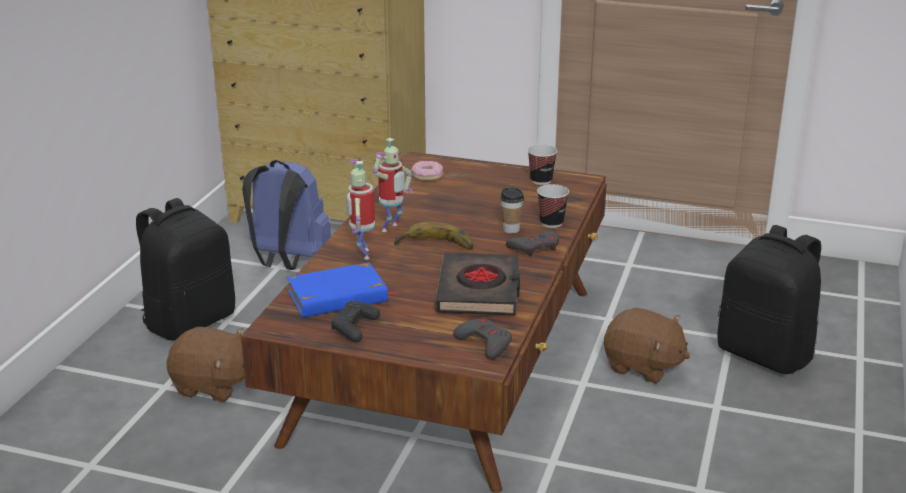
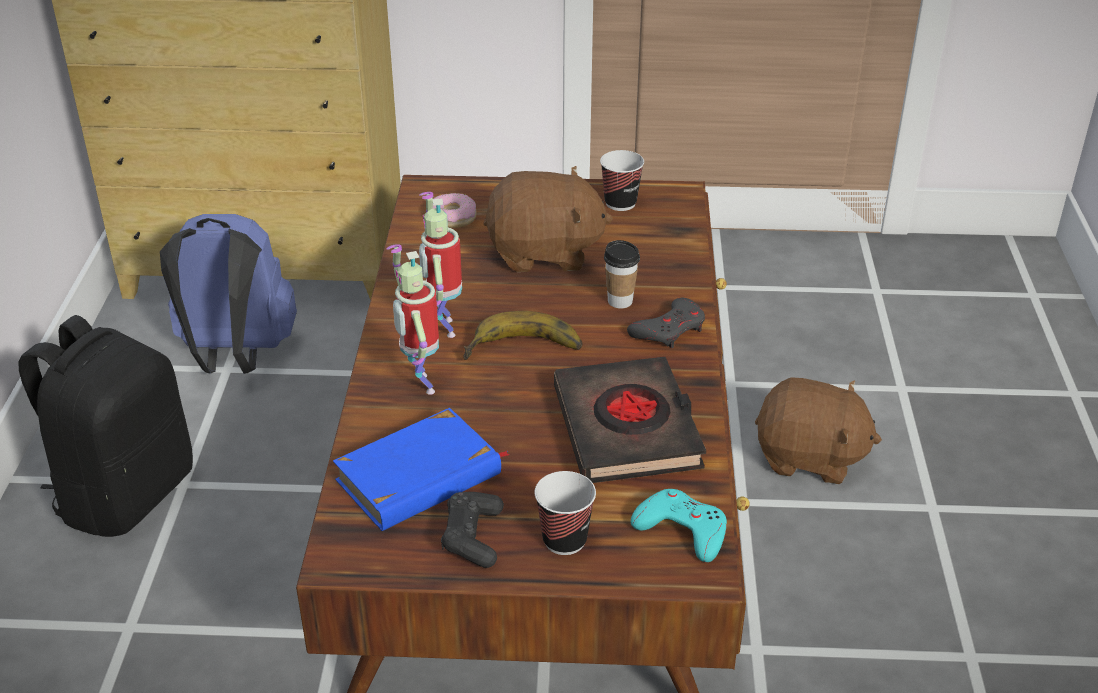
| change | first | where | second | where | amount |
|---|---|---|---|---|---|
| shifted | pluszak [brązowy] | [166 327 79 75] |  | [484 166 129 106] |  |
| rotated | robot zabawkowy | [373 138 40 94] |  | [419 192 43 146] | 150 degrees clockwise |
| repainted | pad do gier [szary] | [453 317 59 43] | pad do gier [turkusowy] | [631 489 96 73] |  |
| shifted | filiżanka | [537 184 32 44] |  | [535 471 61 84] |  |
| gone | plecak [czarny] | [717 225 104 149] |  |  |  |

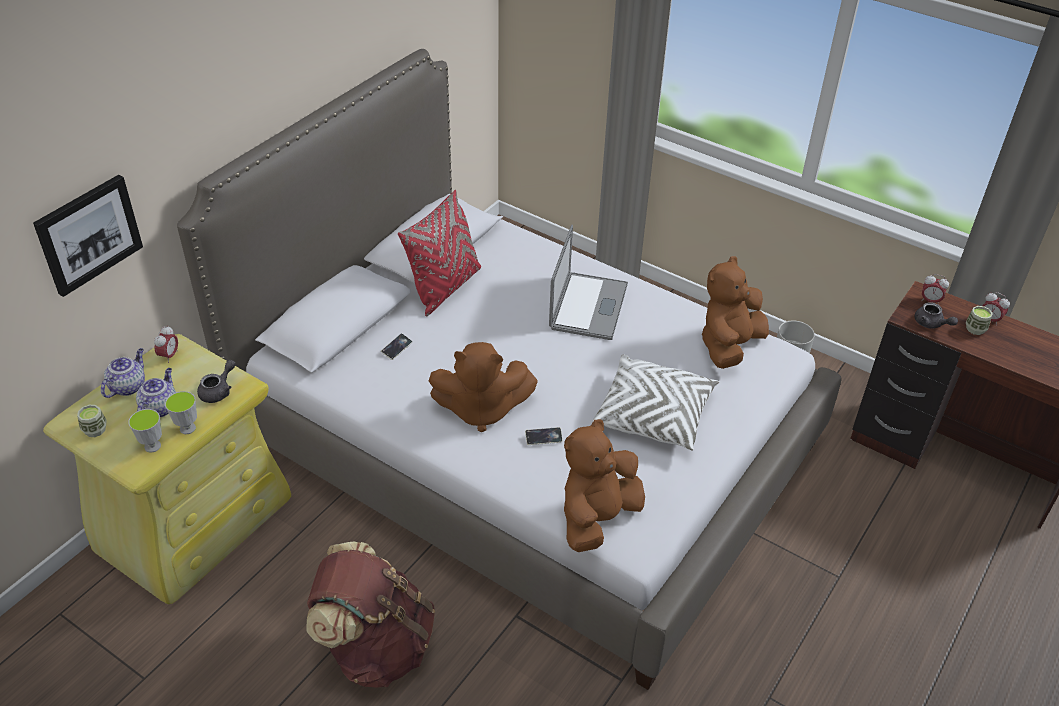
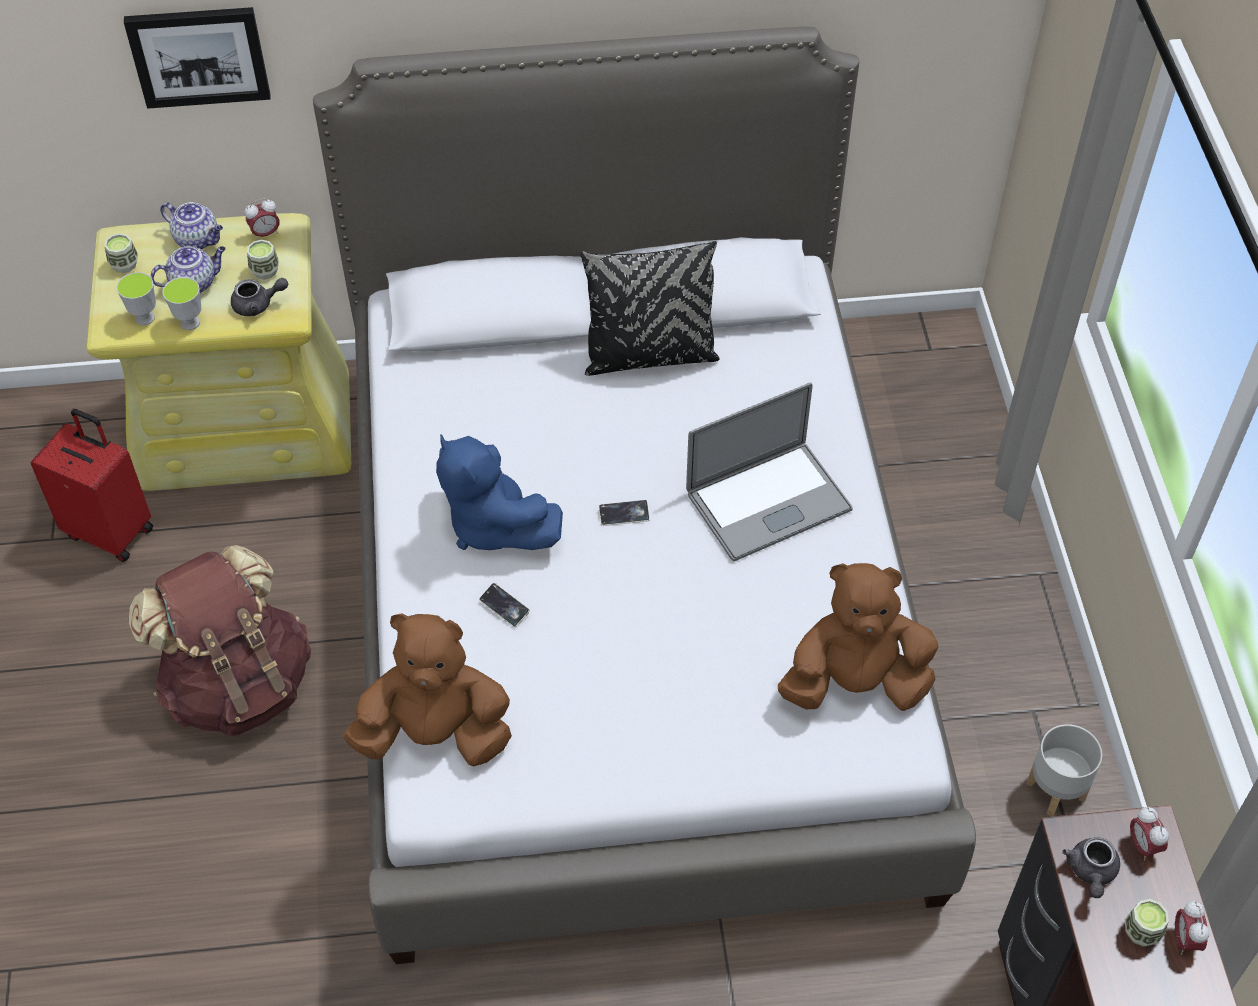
| change | first | where | second | where | amount |
|---|---|---|---|---|---|
| rotated | imbryk | [101 348 44 50] |  | [160 202 63 47] | 45 degrees clockwise |
| shifted | telefon | [381 333 32 27] |  | [599 500 51 26] |  |
| repainted | poduszka [czerwony] | [398 190 83 127] | poduszka [czarny] | [580 241 139 135] |  |
| repainted | pluszak [brązowy] | [429 342 109 90] | pluszak [niebieski] | [436 434 127 116] |  |
| gone | poduszka [biały] | [593 355 126 96] |  |  |  |
| new |  |  | walizka [czerwony] | [31 409 122 153] |  |
| new |  |  | filiżanka | [247 240 32 40] |  |

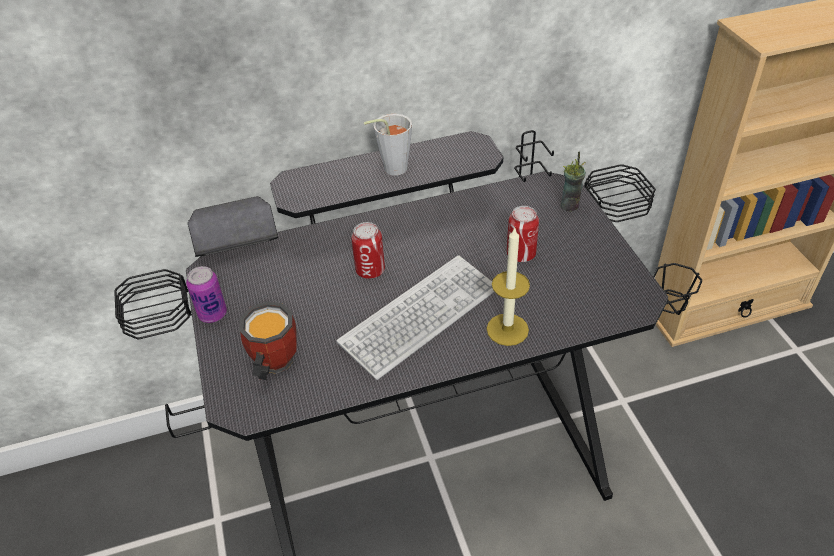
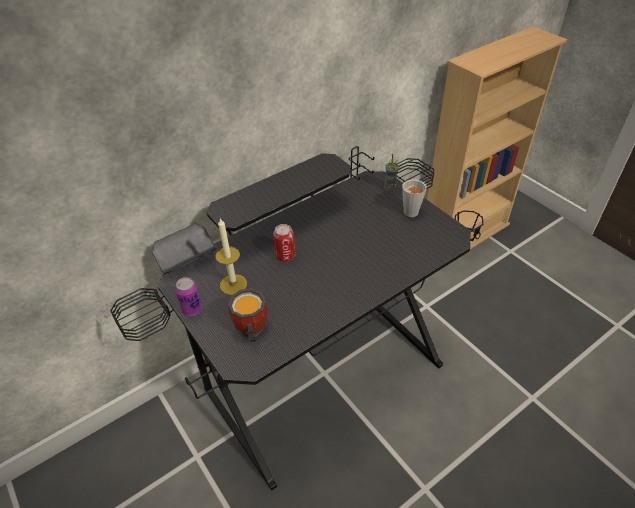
| change | first | where | second | where | amount |
|---|---|---|---|---|---|
| gone | klawiatura | [337 255 158 125] |  |  |  |
| shifted | filiżanka [szary] | [364 114 48 62] |  | [402 179 25 38] |  |
| shifted | świeca | [487 228 43 118] |  | [215 218 32 77] |  |
| gone | puszka | [507 206 32 56] |  |  |  |

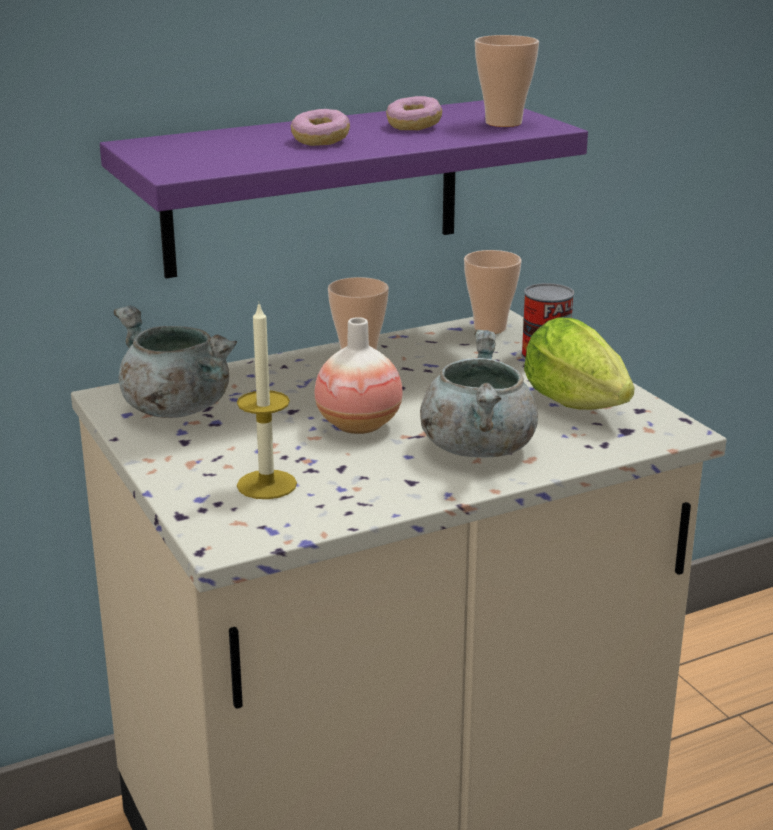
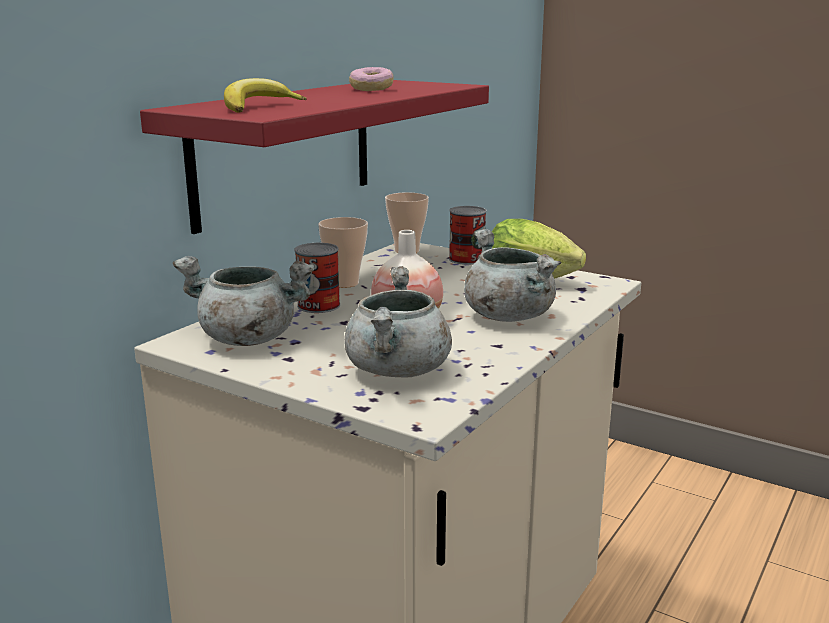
| change | first | where | second | where | amount |
|---|---|---|---|---|---|
| repainted | półka [fioletowy] | [100 100 488 178] | półka [czerwony] | [140 80 349 154] |  |
| swapped | świeca | [237 304 60 195] | garnek [szary] | [344 266 108 112] |  |
| gone | donut | [291 109 59 37] |  |  |  |
| gone | filiżanka | [475 35 64 92] |  |  |  |
| new |  |  | banan | [224 78 83 35] |  |
| new |  |  | puszka | [294 243 46 70] |  |

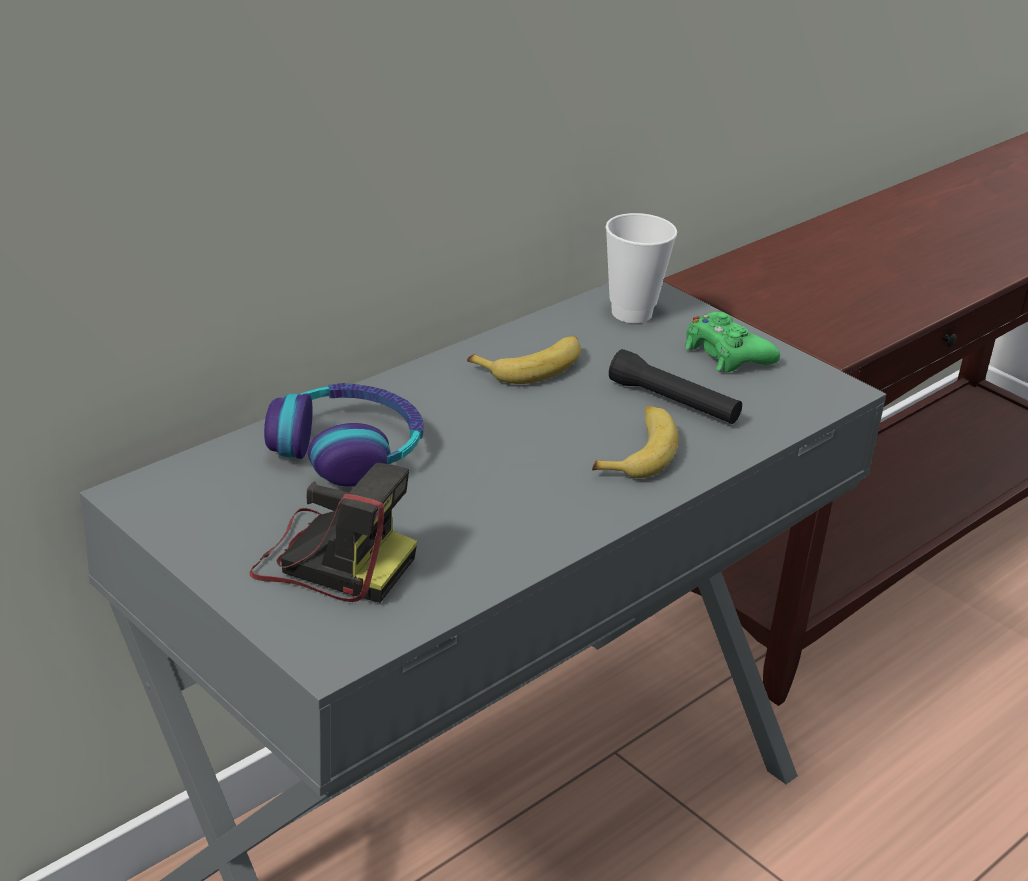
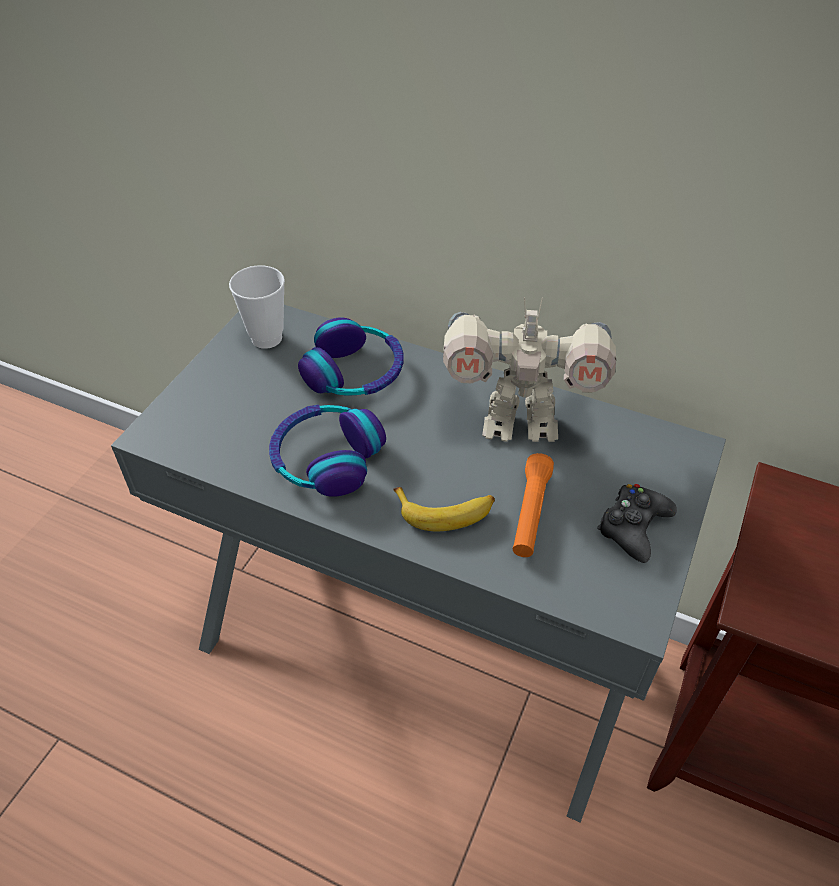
| change | first | where | second | where | amount |
|---|---|---|---|---|---|
| gone | aparat fotograficzny | [249 463 168 140] |  |  |  |
| swapped | banan | [467 336 114 48] | robot zabawkowy | [443 297 173 145] |  |
| shifted | filiżanka | [606 213 71 110] |  | [229 265 56 84] |  |
| repainted | latarka [czarny] | [609 349 133 75] | latarka [pomarańczowy] | [513 453 41 104] |  |
| repainted | pad do gier [zielony] | [684 312 96 60] | pad do gier [czarny] | [597 484 80 79] |  |
| new |  |  | słuchawki | [269 405 117 92] |  |

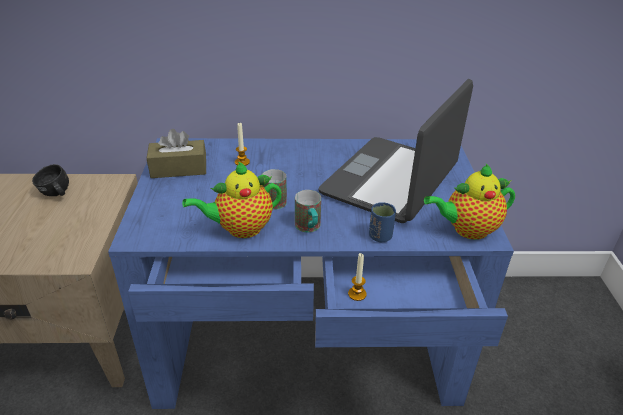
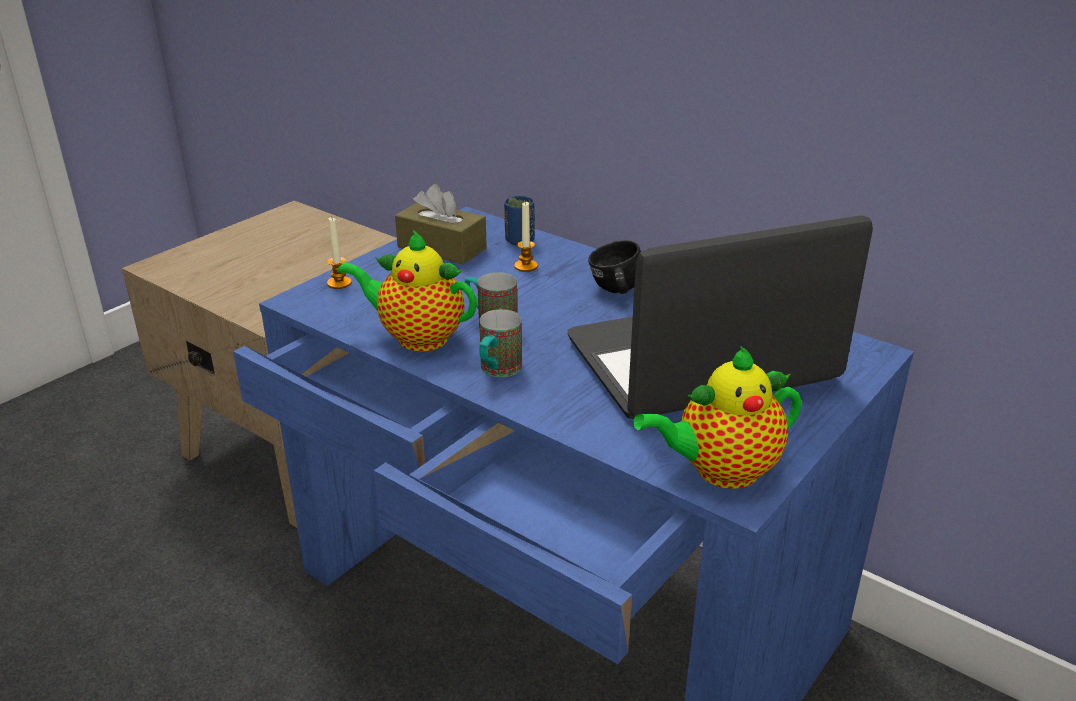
| change | first | where | second | where | amount |
|---|---|---|---|---|---|
| shifted | kubek [czarny] | [32 164 37 32] |  | [588 240 53 54] |  |
| shifted | świeca | [348 253 19 48] |  | [327 217 25 72] |  |
| shifted | filiżanka [niebieski] | [369 202 27 40] |  | [504 196 31 50] |  |
| rotated | imbryk | [424 164 91 76] |  | [633 346 168 143] | 45 degrees counterclockwise |

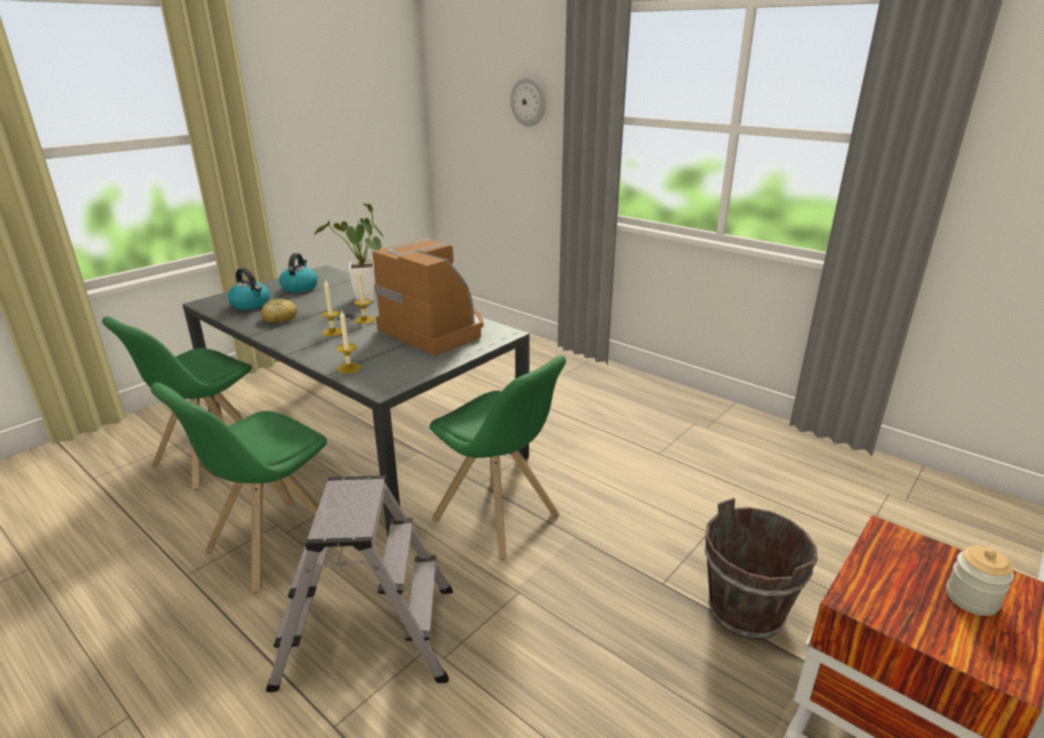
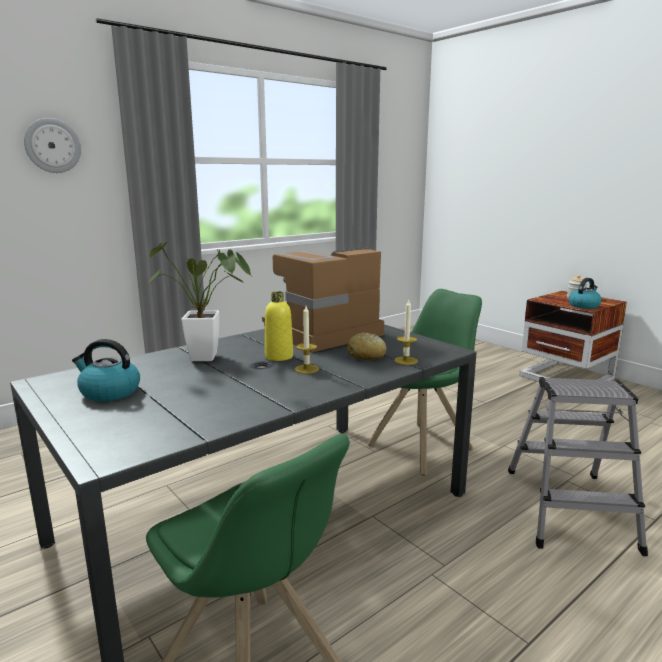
| change | first | where | second | where | amount |
|---|---|---|---|---|---|
| gone | krzesło [zielony] | [150 383 177 210] |  |  |  |
| shifted | czajnik | [228 268 42 42] |  | [568 278 34 31] |  |
| shifted | chleb | [261 299 36 24] |  | [347 332 39 28] |  |
| swapped | świeca | [354 270 21 54] | butelka [żółty] | [265 291 28 70] |  |
| gone | wiadro [brązowy] | [704 498 114 142] |  |  |  |

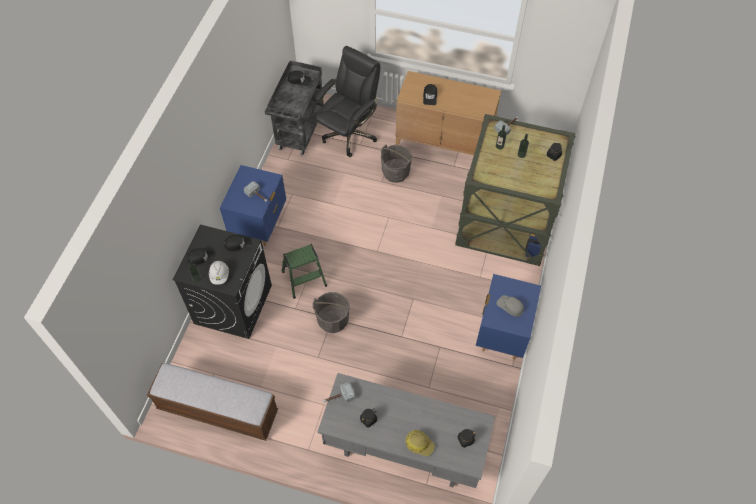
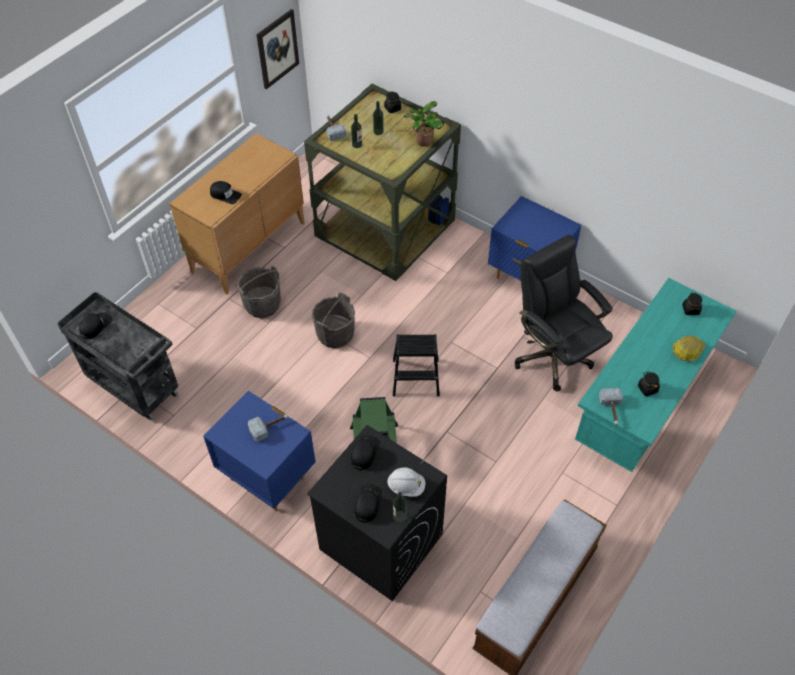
| change | first | where | second | where | amount |
|---|---|---|---|---|---|
| shifted | wiadro [szary] | [313 292 37 41] |  | [312 293 43 55] |  |
| shifted | krzesło biurowe [czarny] | [315 46 65 111] |  | [515 235 98 156] |  |
| repainted | biurko [szary] | [317 373 178 115] | biurko [turkusowy] | [575 278 161 194] |  |
| gone | czapka z daszkiem [szary] | [496 295 28 22] |  |  |  |
| new |  |  | obraz | [256 9 43 80] |  |
| new |  |  | drabinka [czarny] | [393 334 47 63] |  |
| new |  |  | roślina doniczkowa | [404 101 40 46] |  |

